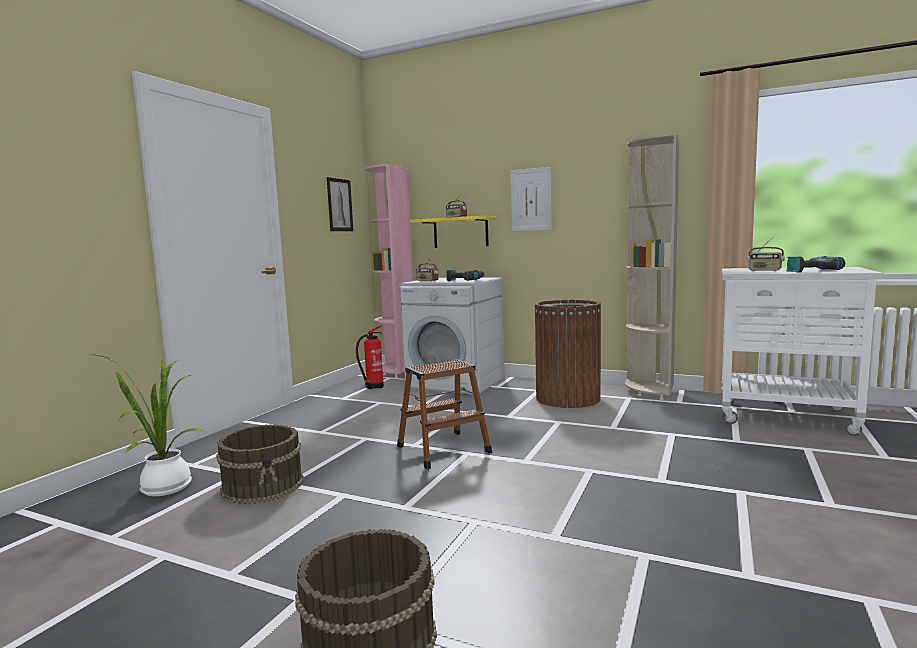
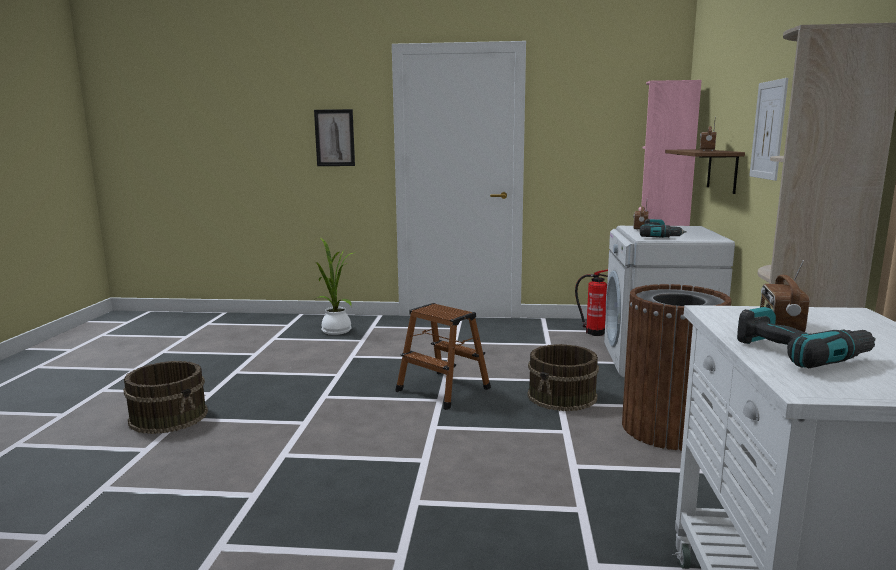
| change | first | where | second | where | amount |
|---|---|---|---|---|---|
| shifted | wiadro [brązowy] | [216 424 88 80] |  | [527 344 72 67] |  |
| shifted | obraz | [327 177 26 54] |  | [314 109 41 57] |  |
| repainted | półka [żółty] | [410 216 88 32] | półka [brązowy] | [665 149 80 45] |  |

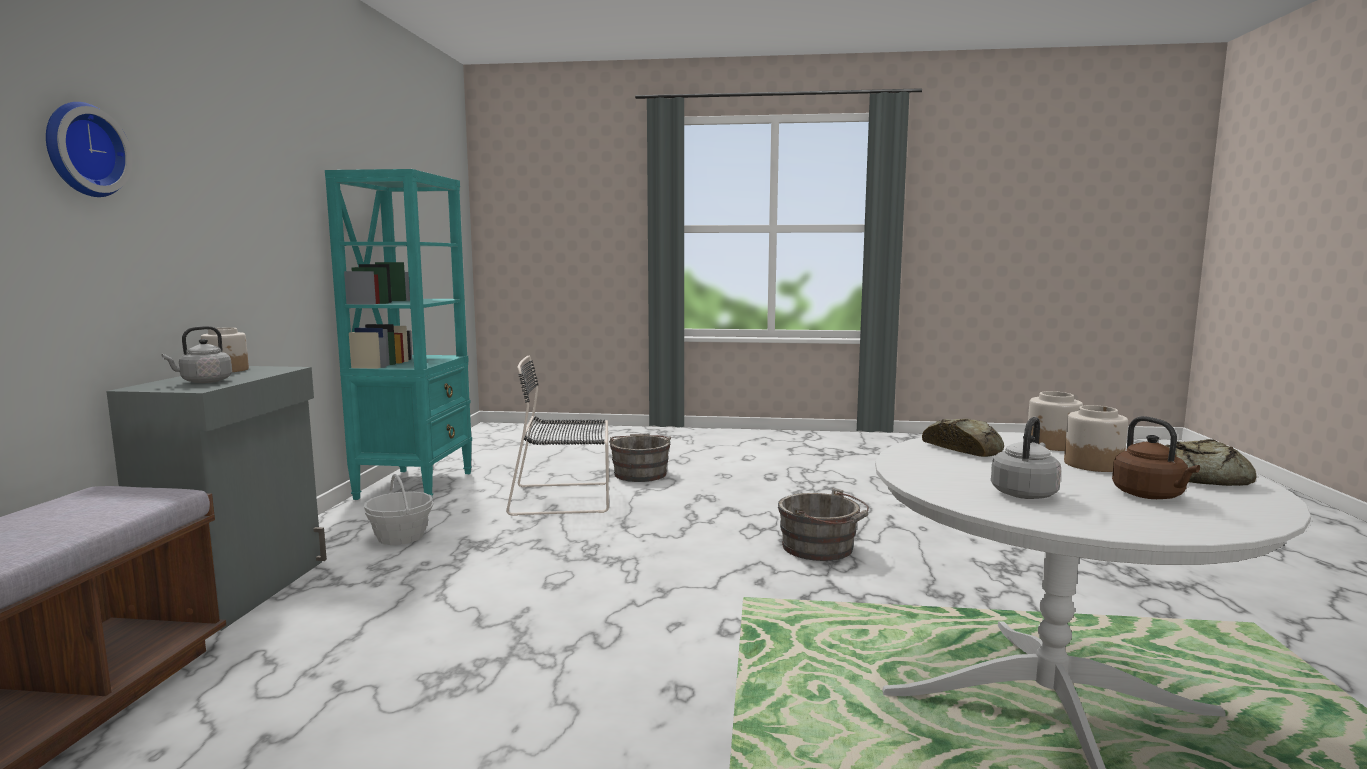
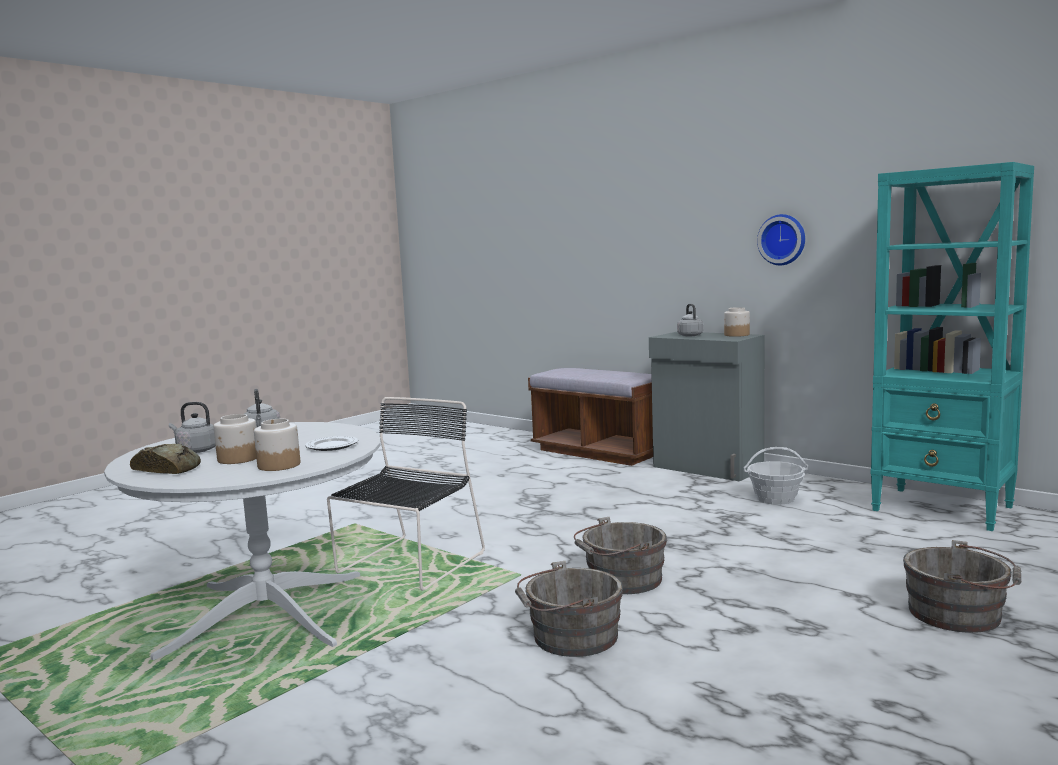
| change | first | where | second | where | amount |
|---|---|---|---|---|---|
| shifted | zegar ścienny | [46 102 86 95] |  | [757 214 48 51] |  |
| shifted | krzesło [czarny] | [506 356 103 160] |  | [327 397 158 194] |  |
| swapped | chleb | [922 419 82 38] | talerz | [305 436 53 15] |  |
| repainted | czajnik [brązowy] | [1112 416 88 83] | czajnik [szary] | [169 402 47 51] |  |
| new |  |  | wiadro [szary] | [574 517 93 77] |  |

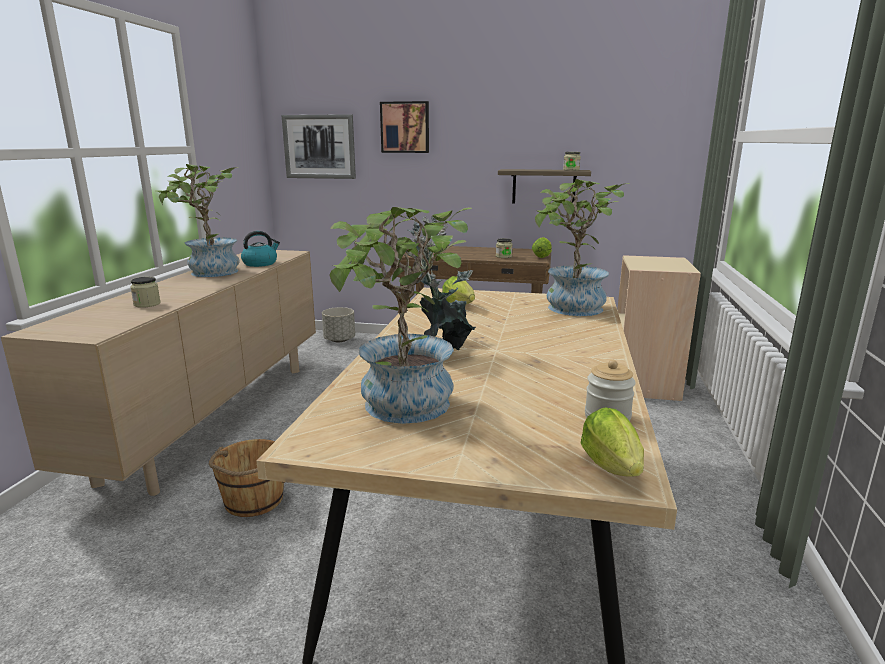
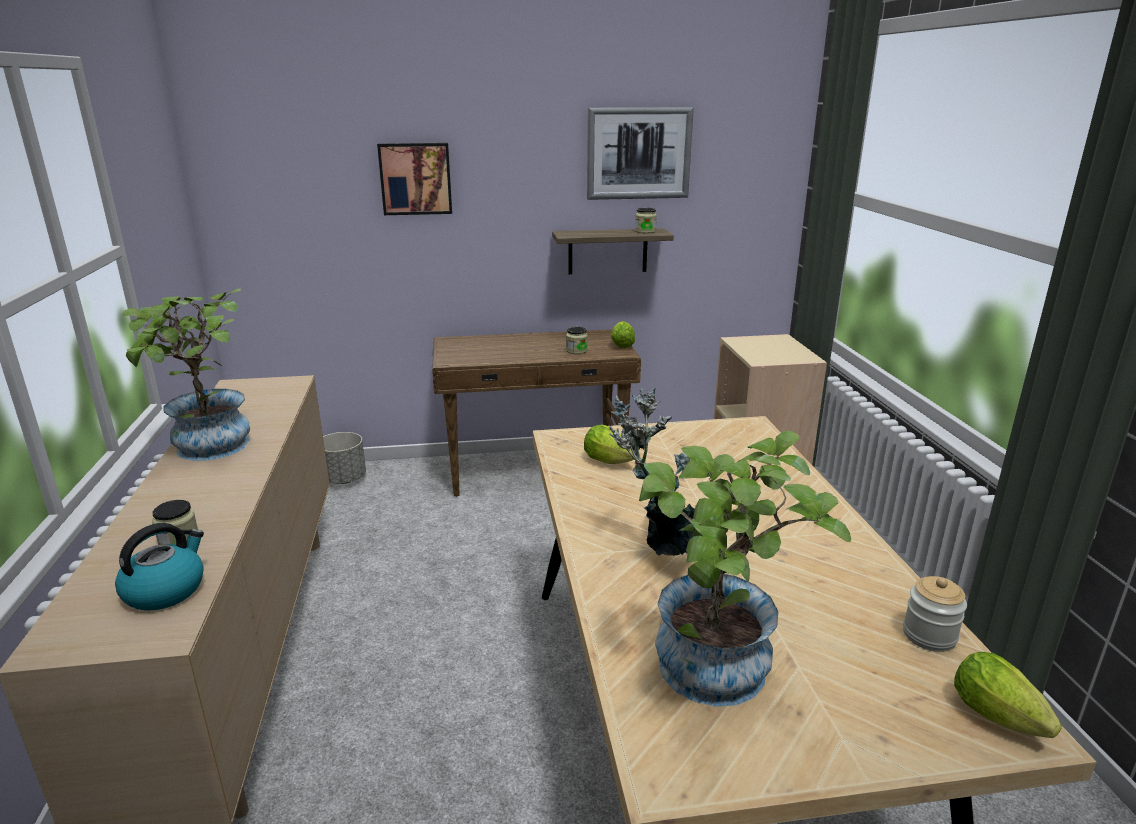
| change | first | where | second | where | amount |
|---|---|---|---|---|---|
| gone | wiadro [brązowy] | [209 439 76 78] |  |  |  |
| shifted | czajnik | [241 231 39 36] |  | [115 523 89 88] |  |
| shifted | obraz | [281 114 75 65] |  | [587 107 107 93] |  |
| gone | roślina doniczkowa | [535 179 95 137] |  |  |  |

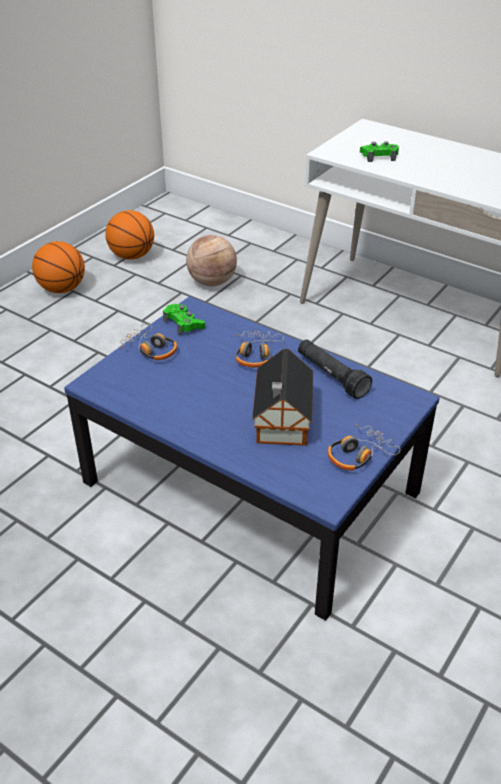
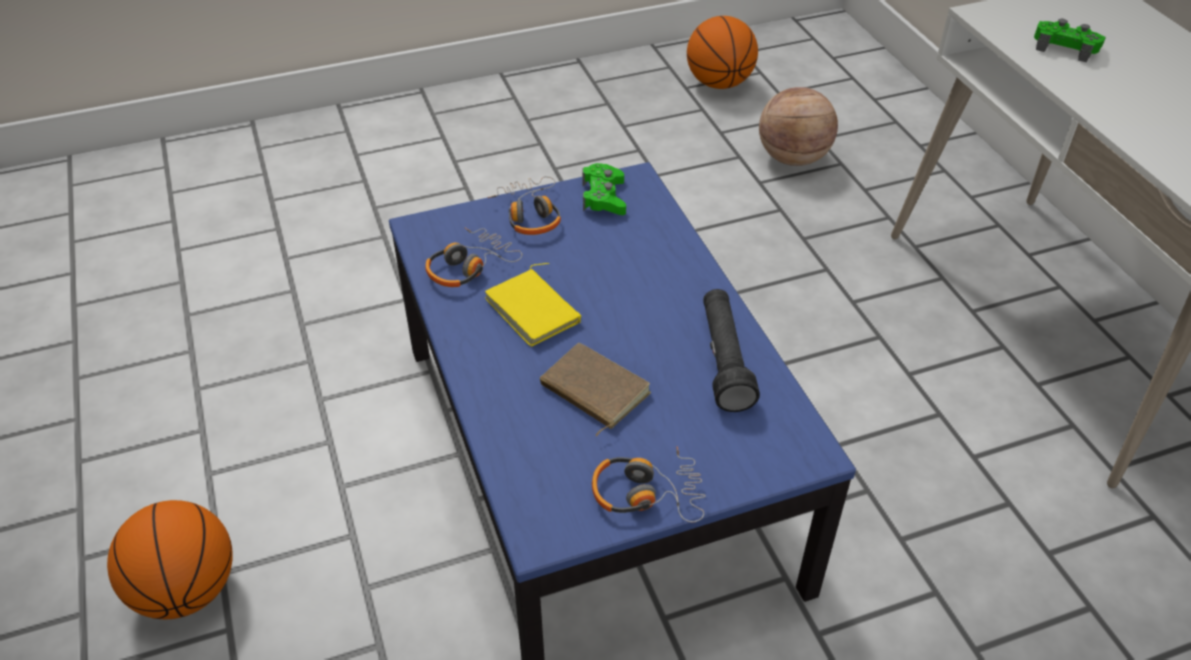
| change | first | where | second | where | amount |
|---|---|---|---|---|---|
| shifted | piłka do koszykówki | [32 241 53 52] |  | [107 500 126 119] |  |
| shifted | słuchawki | [235 331 49 36] |  | [425 228 97 59] |  |
| swapped | domek | [252 349 61 97] | książka [brązowy] | [540 343 111 94] |  |
| new |  |  | książka [żółty] | [485 263 96 84] |  |

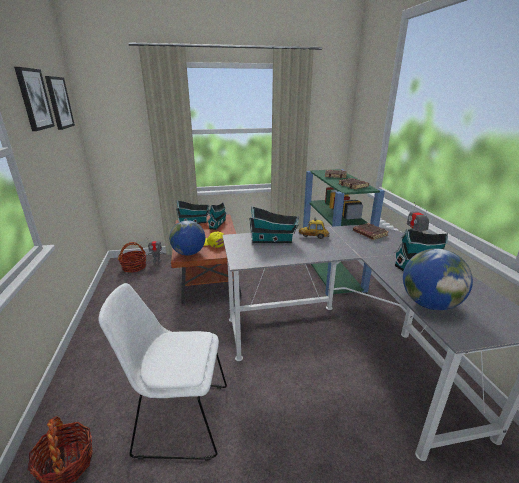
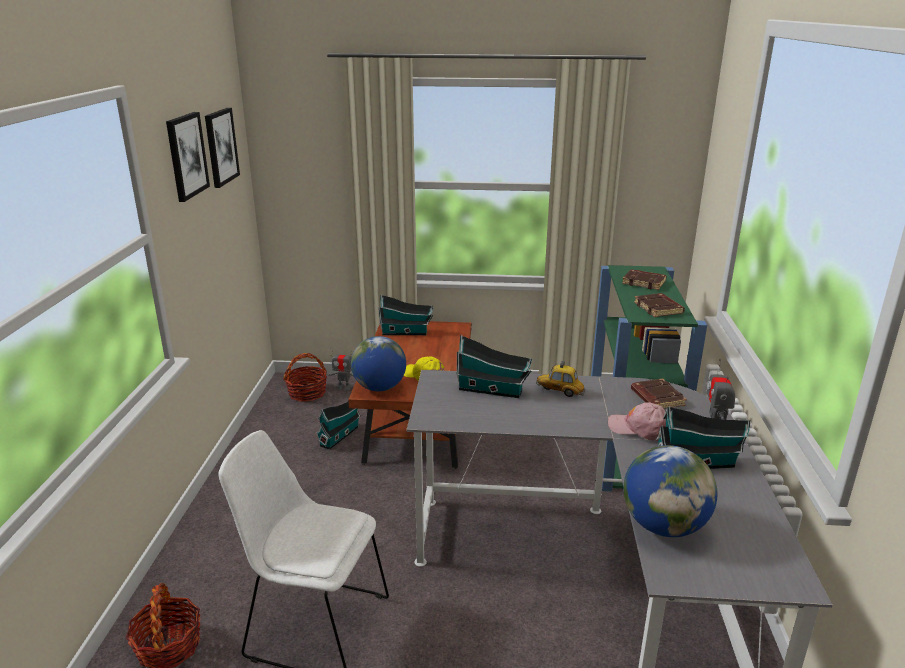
| change | first | where | second | where | amount |
|---|---|---|---|---|---|
| shifted | domek | [207 203 20 27] |  | [316 401 44 49] |  |
| new |  |  | czapka z daszkiem [różowy] | [608 402 58 39] |  |

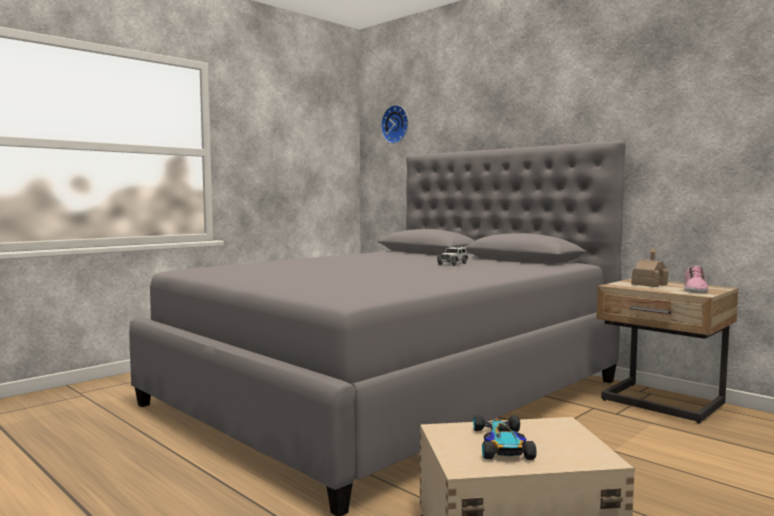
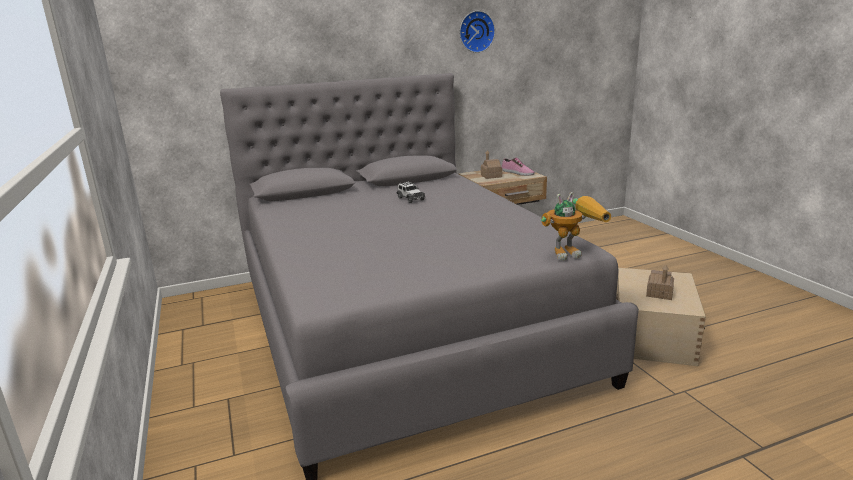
| change | first | where | second | where | amount |
|---|---|---|---|---|---|
| shifted | zegar ścienny | [381 105 28 39] |  | [460 11 35 42] |  |
| swapped | samochodzik | [473 415 64 45] | domek | [646 265 28 35] |  |
| new |  |  | robot zabawkowy | [541 192 70 69] |  |

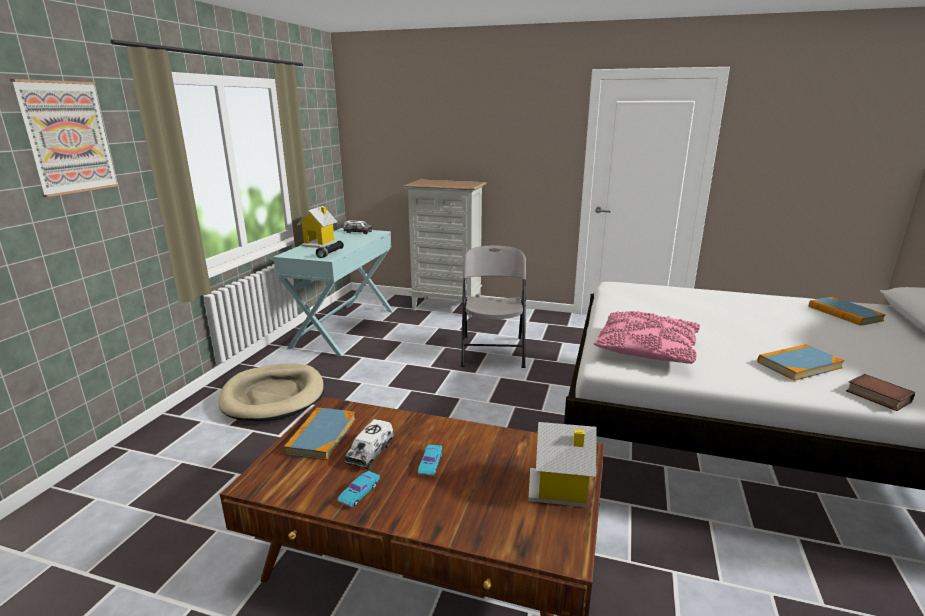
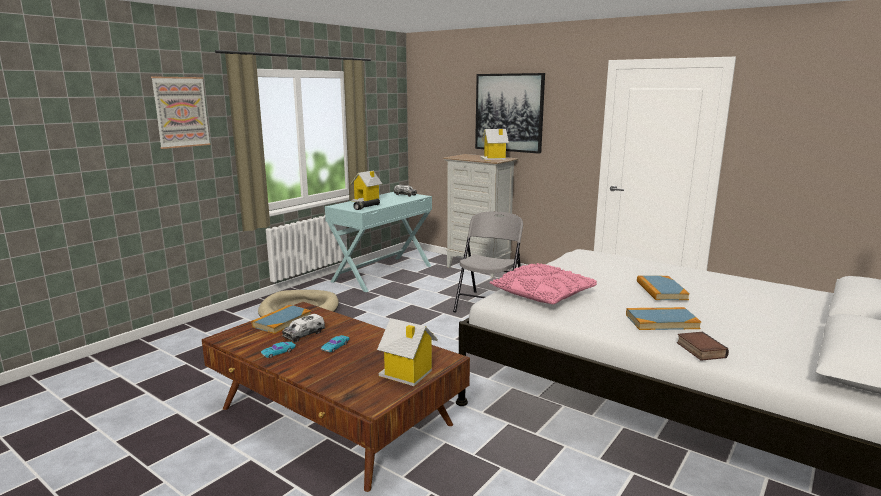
| change | first | where | second | where | amount |
|---|---|---|---|---|---|
| shifted | książka | [809 297 77 29] |  | [637 276 53 24] |  |
| new |  |  | obraz | [475 73 70 81] |  |
| new |  |  | domek | [480 129 29 31] |  |

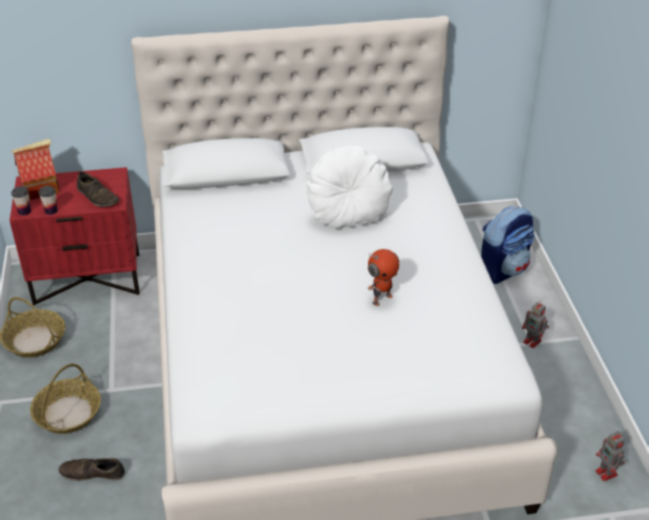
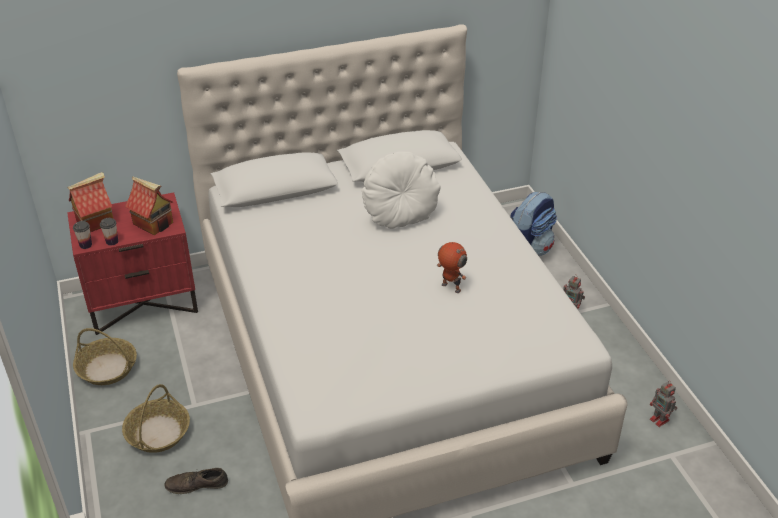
| change | first | where | second | where | amount |
|---|---|---|---|---|---|
| swapped | but [brązowy] | [77 171 42 36] | domek | [125 176 48 59] |  |
| rotated | robot zabawkowy | [367 249 32 57] |  | [437 242 30 51] | 90 degrees counterclockwise |

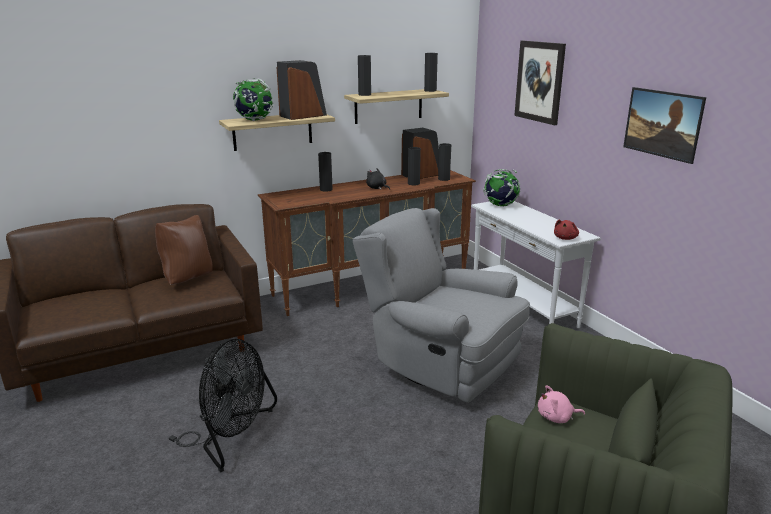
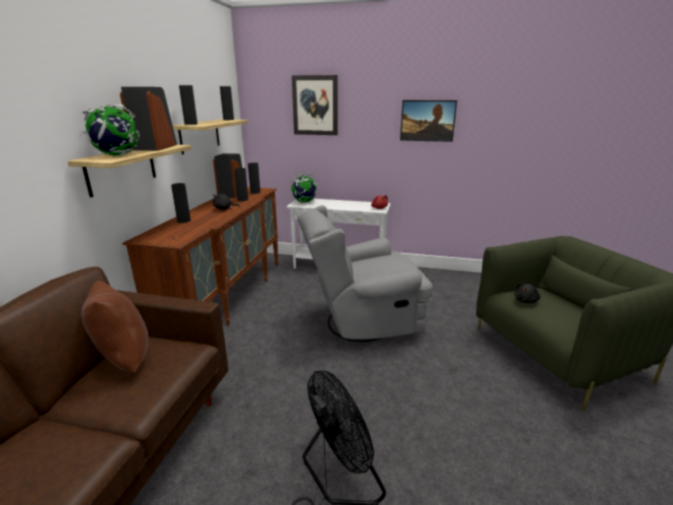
| change | first | where | second | where | amount |
|---|---|---|---|---|---|
| repainted | pluszak [różowy] | [538 385 47 38] | pluszak [czarny] | [514 283 26 20] |  |

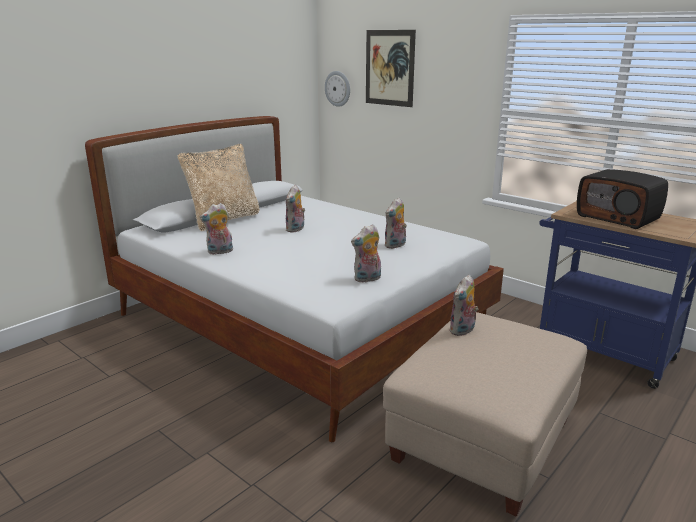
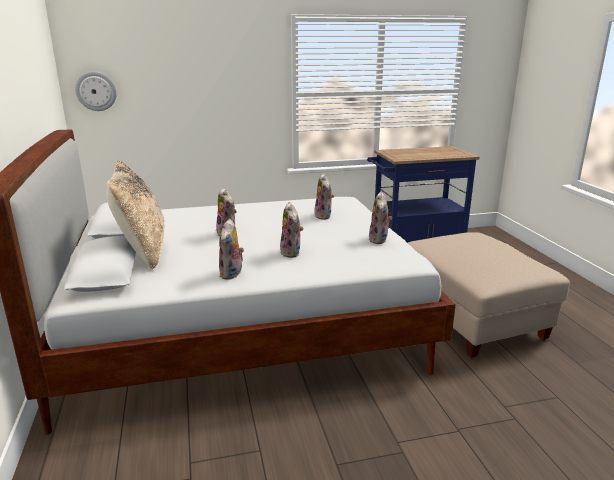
| change | first | where | second | where | amount |
|---|---|---|---|---|---|
| gone | obraz | [366 30 50 77] |  |  |  |
| shifted | pluszak | [449 275 29 61] |  | [280 202 23 56] |  |
| gone | radio | [577 169 91 60] |  |  |  |

